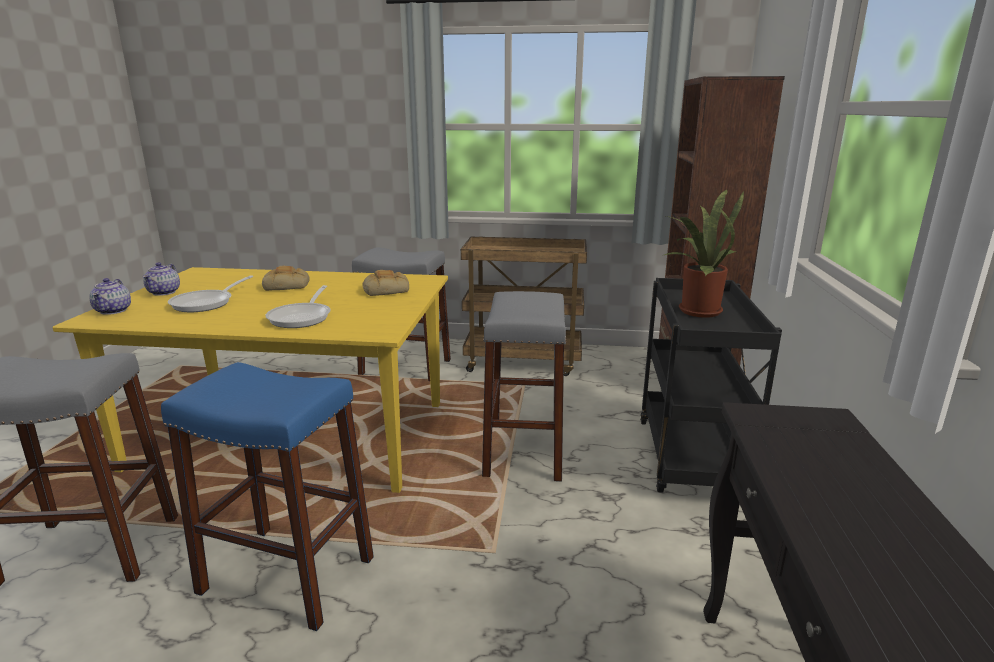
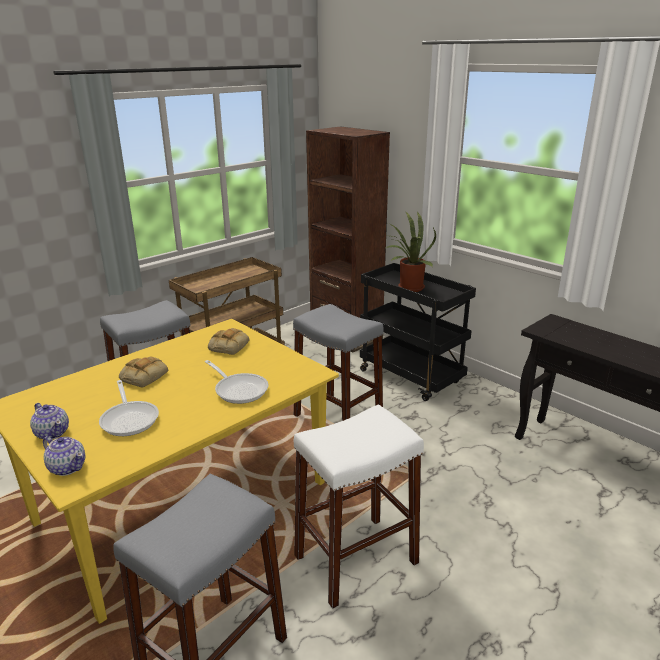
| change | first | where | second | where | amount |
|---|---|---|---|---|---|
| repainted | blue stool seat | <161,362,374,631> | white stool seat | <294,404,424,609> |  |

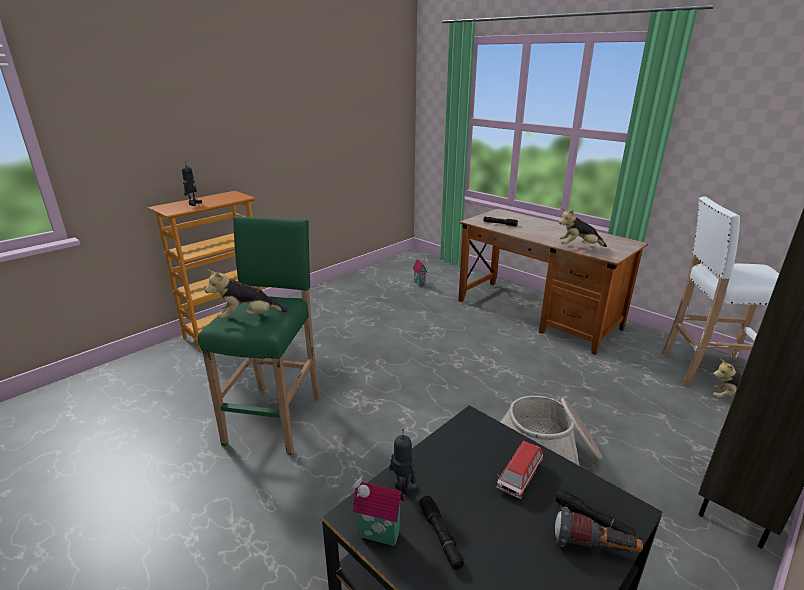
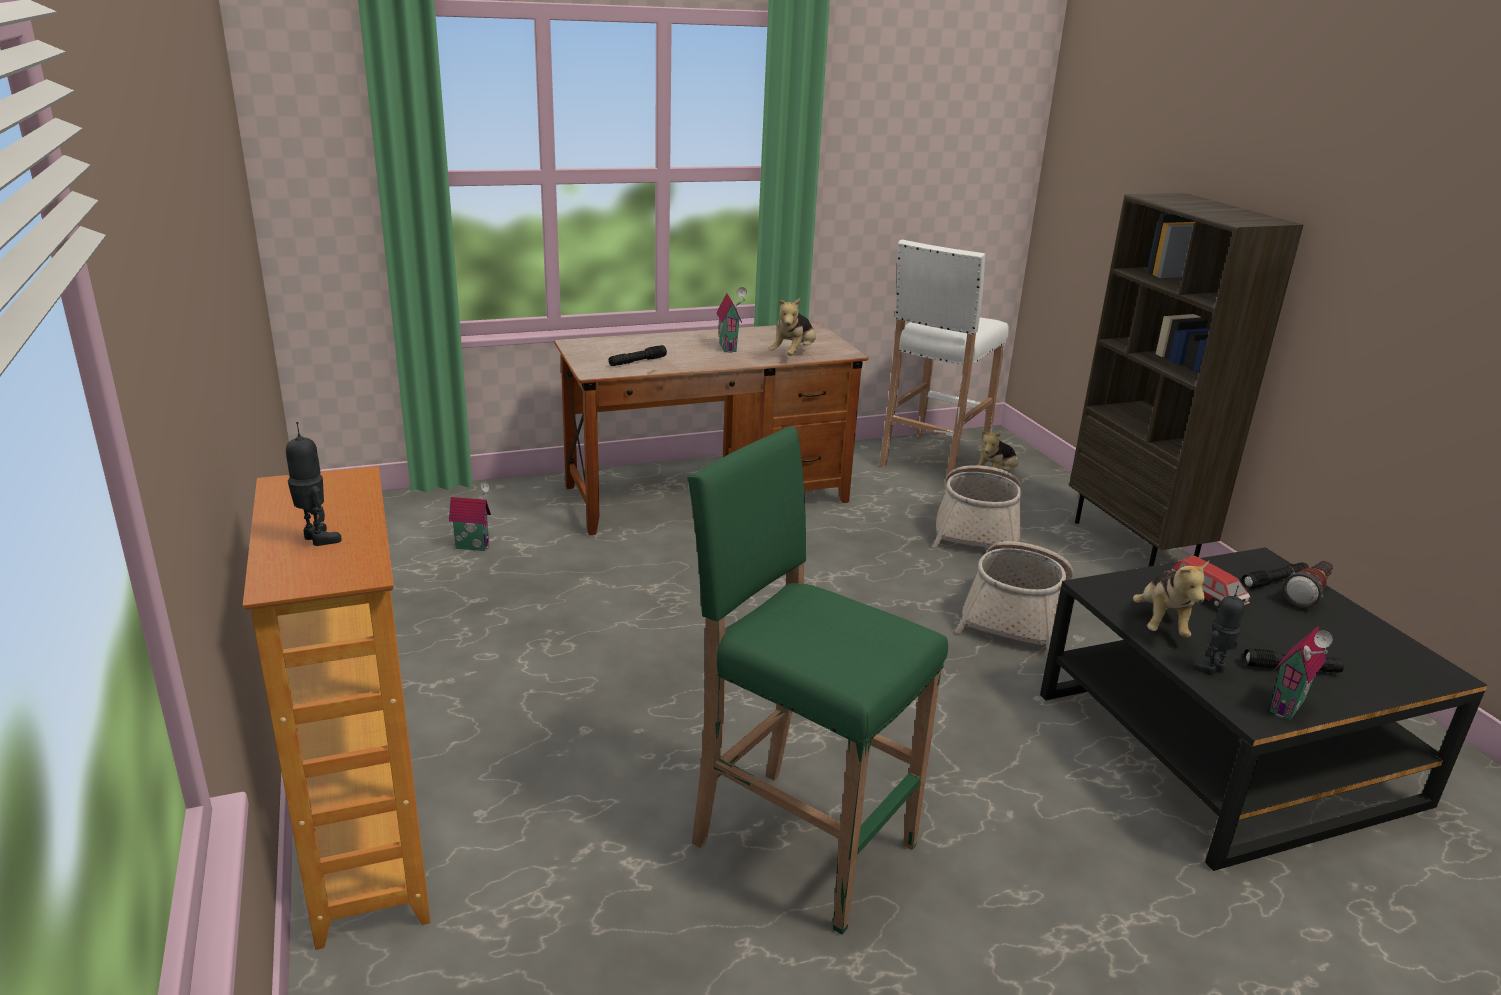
| change | first | where | second | where | amount |
|---|---|---|---|---|---|
| new |  |  | miniature house | <716,287,747,353> |  |
| new |  |  | basket | <933,465,1022,548> |  |
| shifted | cuddly toy | <205,270,288,318> |  | <1133,561,1209,638> |  |

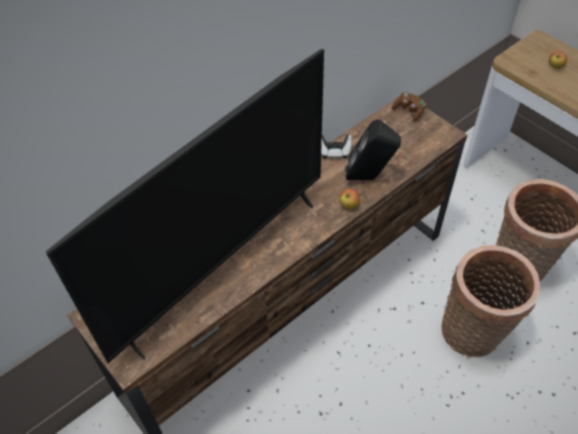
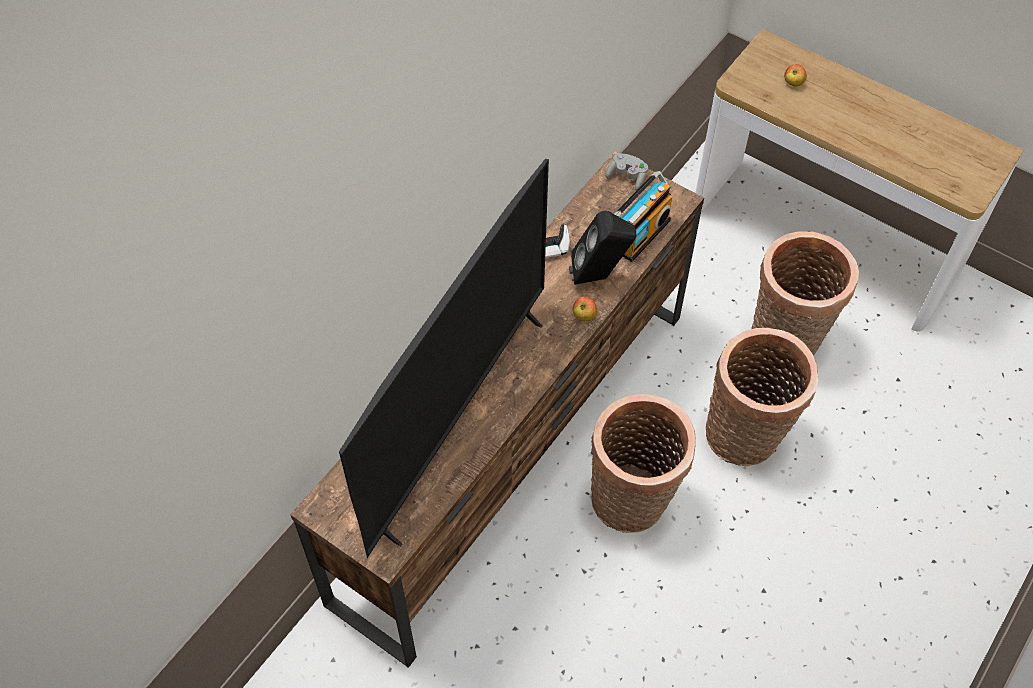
| change | first | where | second | where | amount |
|---|---|---|---|---|---|
| new |  |  | basket | <591,394,696,533> |  |
| repainted | brown gamepad | <392,92,426,122> | greyish gamepad | <605,153,648,190> |  |
| new |  |  | radio receiver | <614,171,672,262> |  |

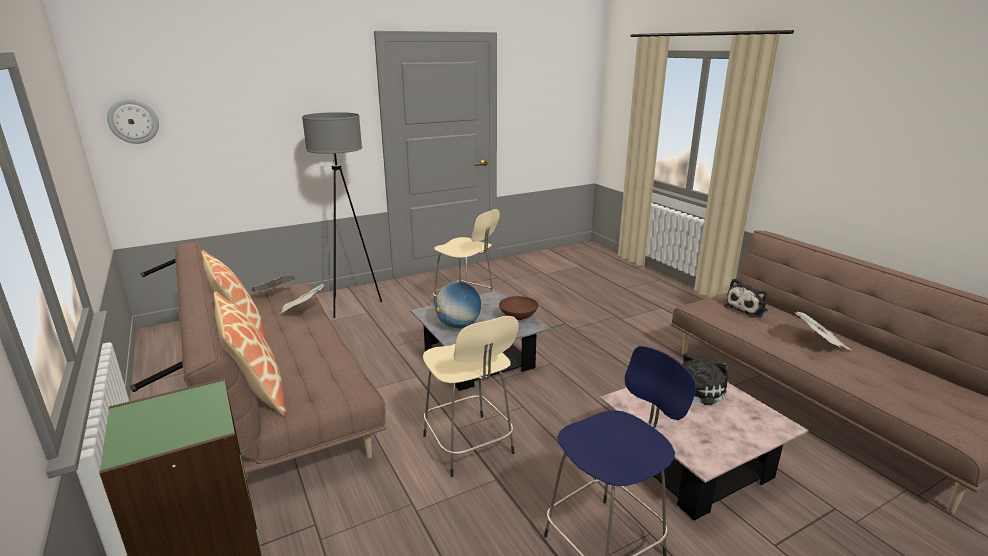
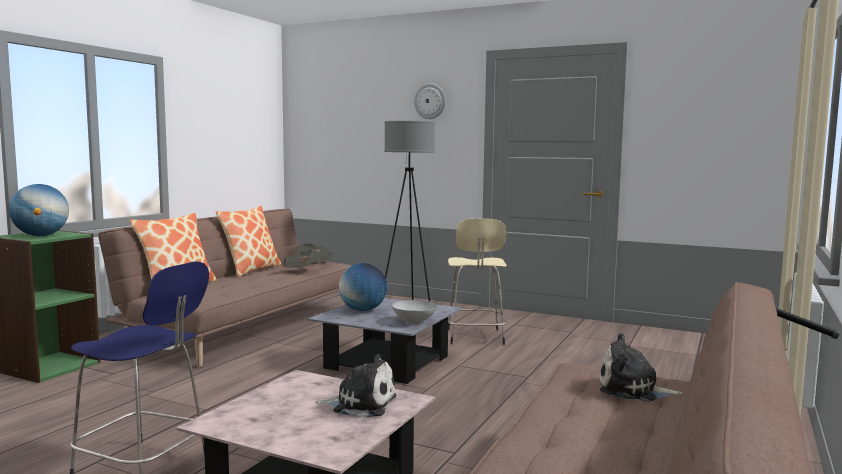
| change | first | where | second | where | amount |
|---|---|---|---|---|---|
| new |  |  | desk globe | <9,184,69,236> |  |
| repainted | brown deep dish | <499,296,538,320> | greyish deep dish | <392,300,437,324> |  |
| shifted | hanging clock | <107,99,159,144> |  | <414,83,446,119> |  |
| gone | beige stool seat | <423,316,519,477> |  |  |  |
| gone | daily paper | <795,311,852,350> |  |  |  |

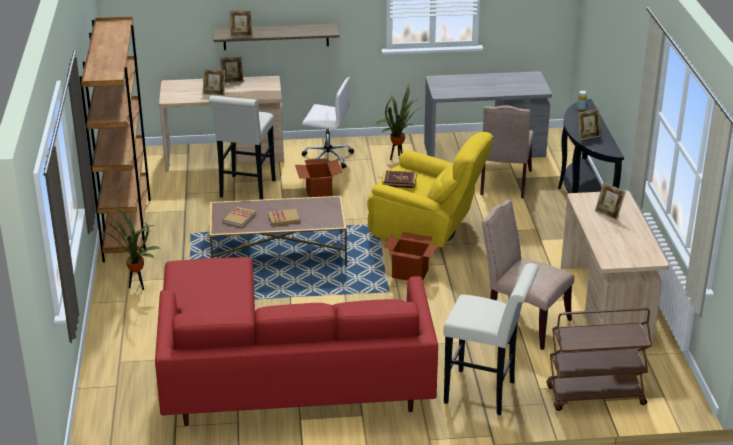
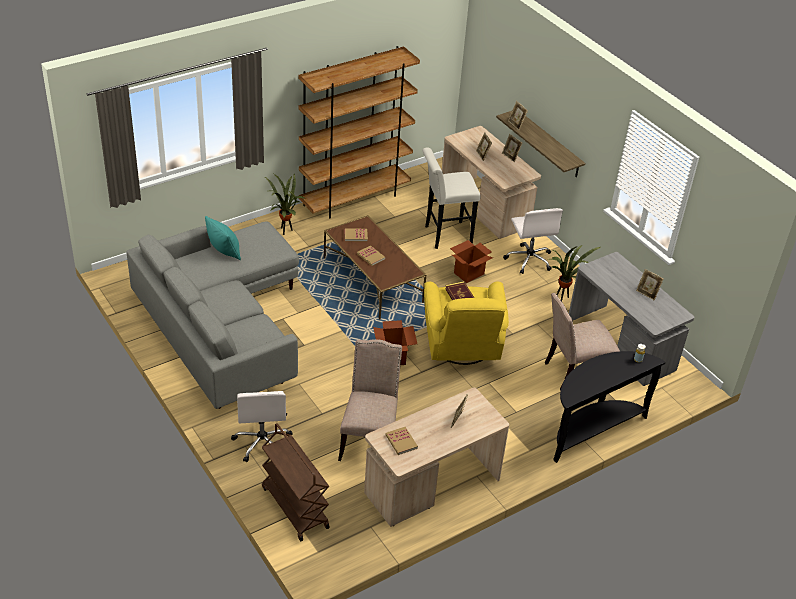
| change | first | where | second | where | amount |
|---|---|---|---|---|---|
| repainted | red-coloured settee | <155,257,438,426> | greyish settee | <126,222,299,409> |  |
| new |  |  | turquoise cushion | <205,216,241,260> |  |
| swapped | white stool seat | <443,263,539,415> | white computer chair | <231,391,293,462> |  |
| new |  |  | book | <386,427,418,455> |  |
| shifted | picture frame | <578,109,601,140> |  | <636,269,664,300> |  |

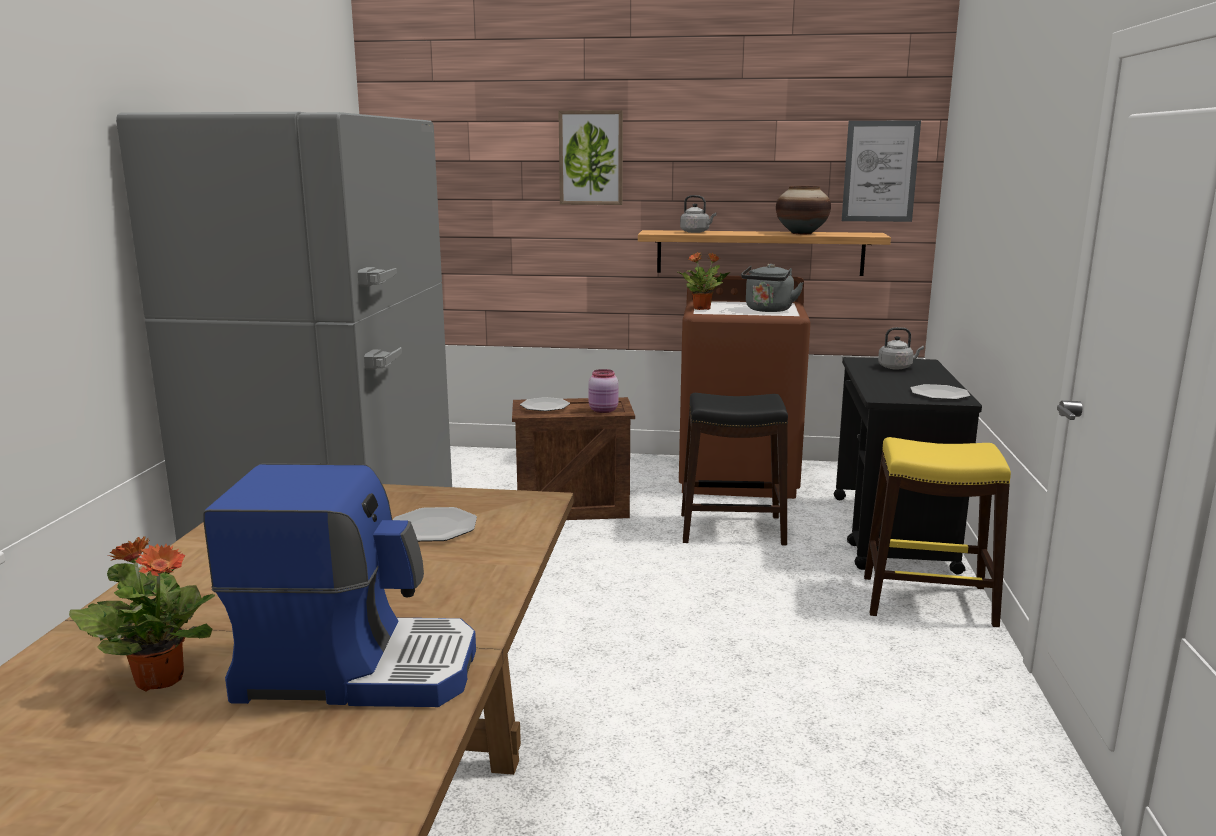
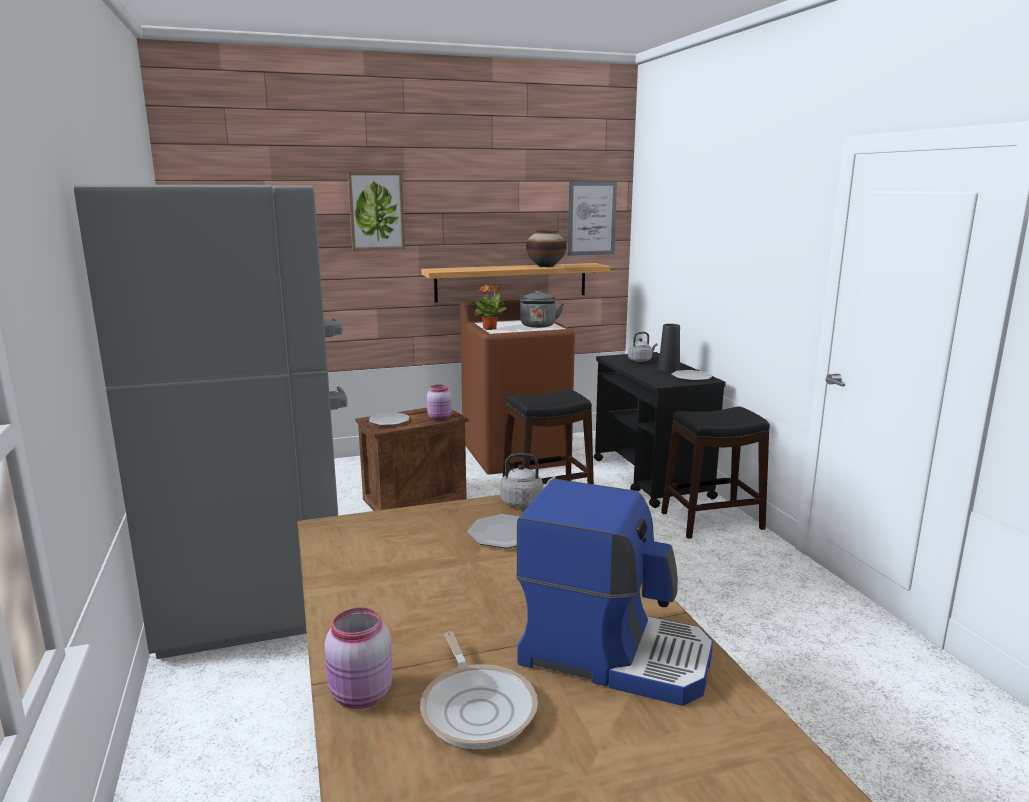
| change | first | where | second | where | amount |
|---|---|---|---|---|---|
| new |  |  | pink-coloured preserve jar | <324,607,393,709> |  |
| swapped | potted plant | <69,536,215,691> | pan | <420,631,538,749> |  |
| shifted | greyish water kettle | <680,195,716,233> |  | <500,453,556,507> |  |
| rotated | coffee maker | <203,463,476,707> |  | <516,479,713,706> | 45 degrees clockwise |
| new |  |  | black-coloured flower vase | <658,324,680,372> |  |
| repainted | yellow-coloured stool seat | <864,437,1011,627> | black-coloured stool seat | <661,407,770,539> |  |

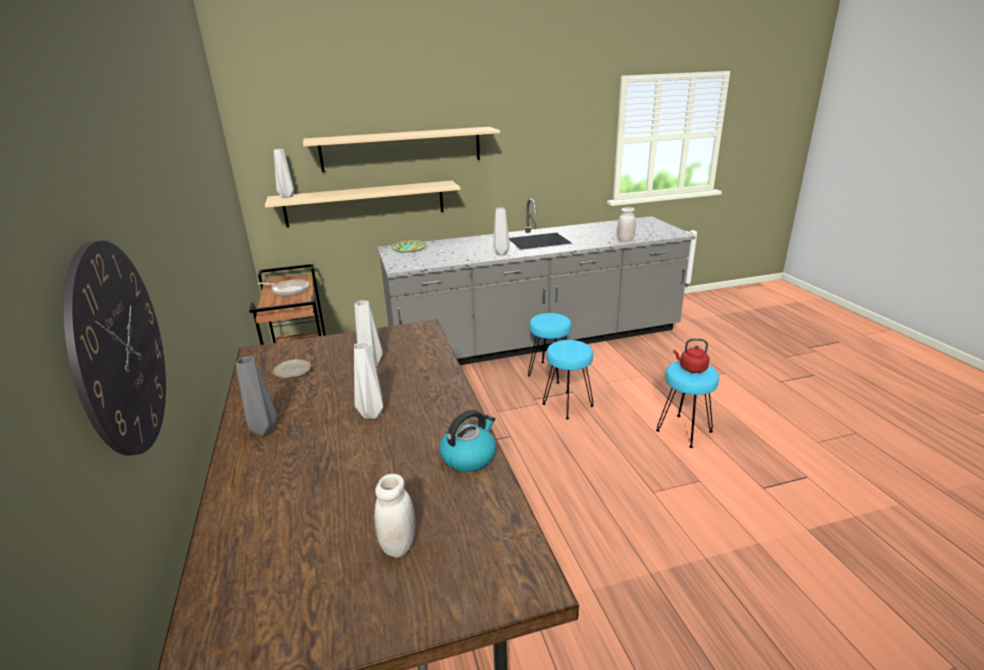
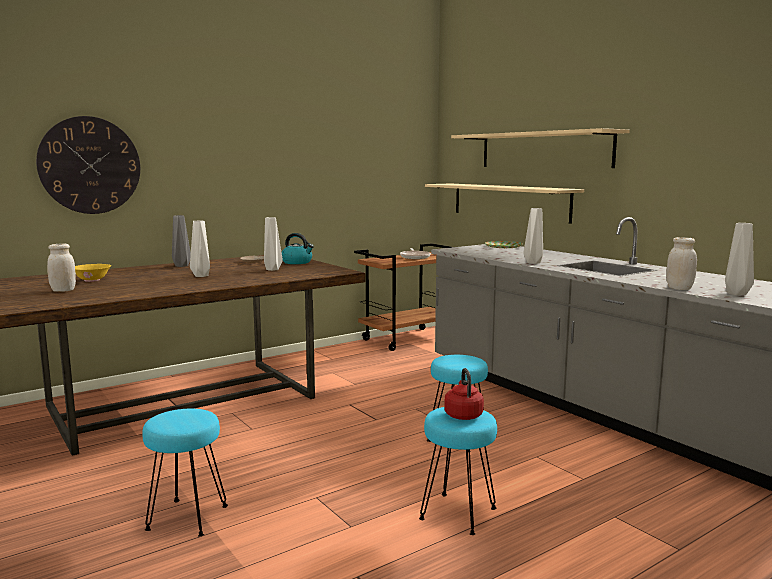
| change | first | where | second | where | amount |
|---|---|---|---|---|---|
| new |  |  | yellow-coloured deep dish | <75,264,111,282> |  |
| shifted | turquoise stool seat | <528,313,571,384> |  | <142,409,228,536> |  |
| shifted | water kettle | <440,410,496,472> |  | <282,233,314,264> |  |
| shifted | greyish flower vase | <274,149,294,198> |  | <725,223,754,295> |  |

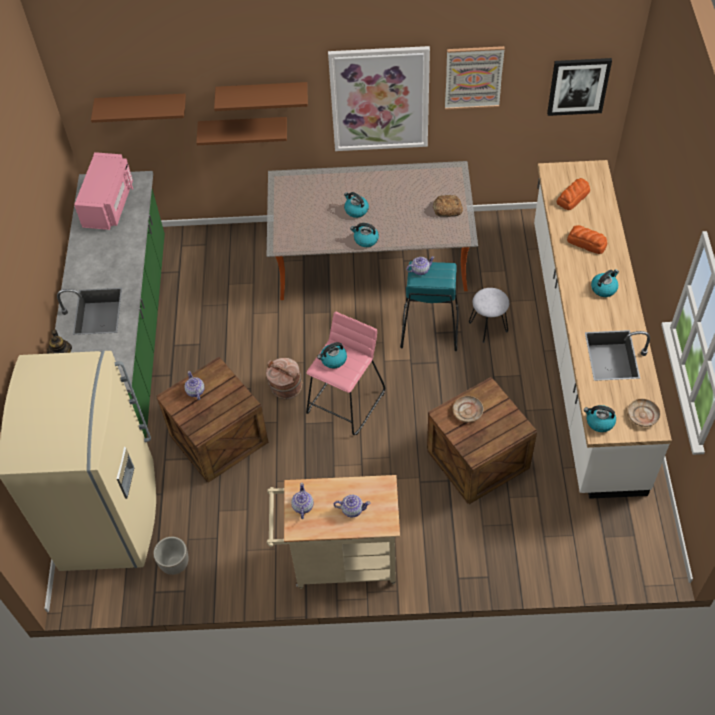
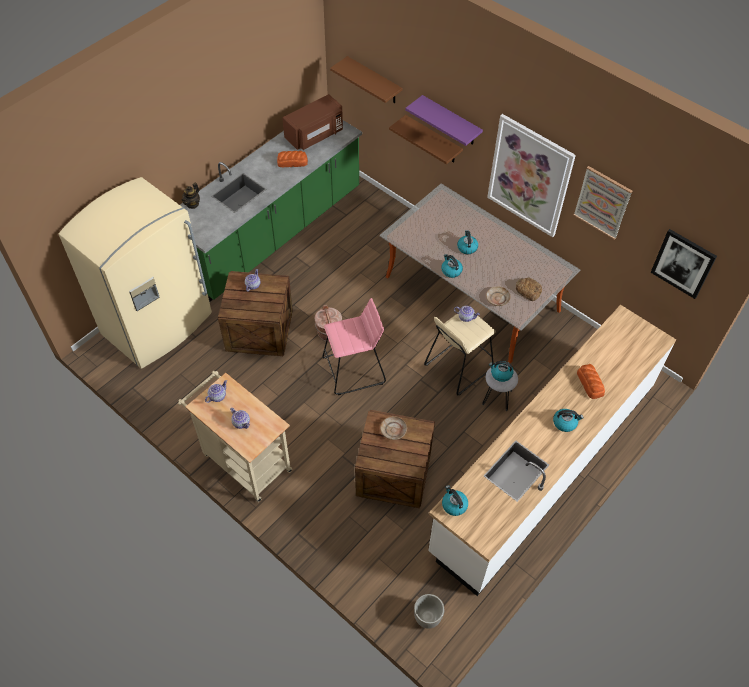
| change | first | where | second | where | amount |
|---|---|---|---|---|---|
| shifted | bakery bread | <557,178,590,210> |  | <277,151,308,167> |  |
| repainted | pink-coloured microwave | <74,152,133,230> | brown microwave | <282,94,343,150> |  |
| repainted | brown bracket shelf | <214,82,308,111> | purple-coloured bracket shelf | <405,95,483,146> |  |
| shifted | planter | <153,537,189,575> |  | <414,594,444,629> |  |
| repainted | turquoise stool seat | <400,261,459,351> | beige stool seat | <424,313,496,395> |  |
| shifted | beige dinner plate | <628,399,661,427> |  | <486,286,511,306> |  |
| shifted | water kettle | <317,342,347,369> |  | <489,361,514,382> |  |

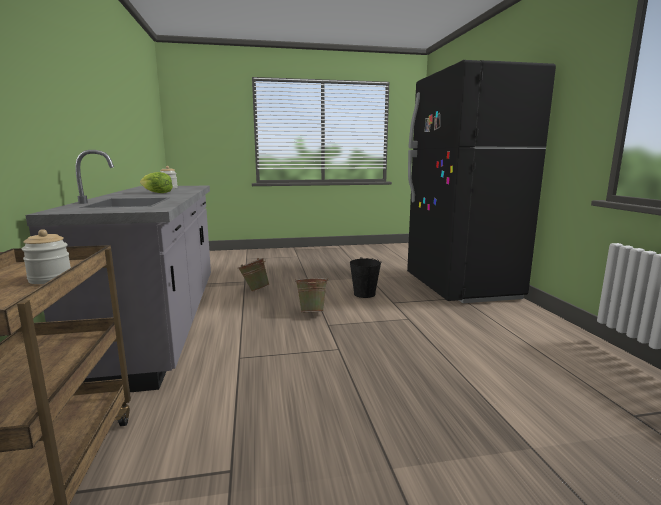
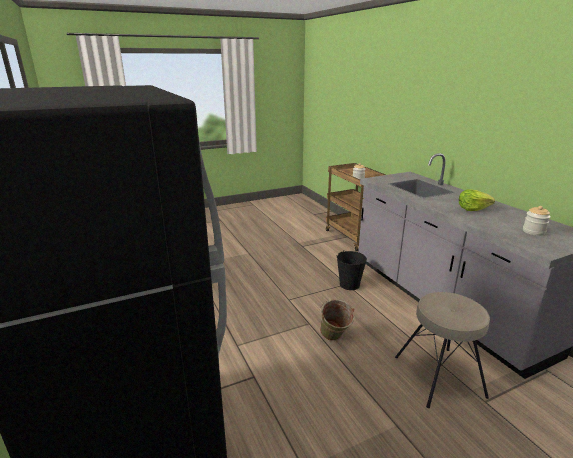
| change | first | where | second | where | amount |
|---|---|---|---|---|---|
| shifted | black-coloured pail | <350,257,381,298> |  | <337,250,367,290> |  |
| swapped | green pail | <238,258,270,292> | beige stool seat | <395,292,490,408> |  |

